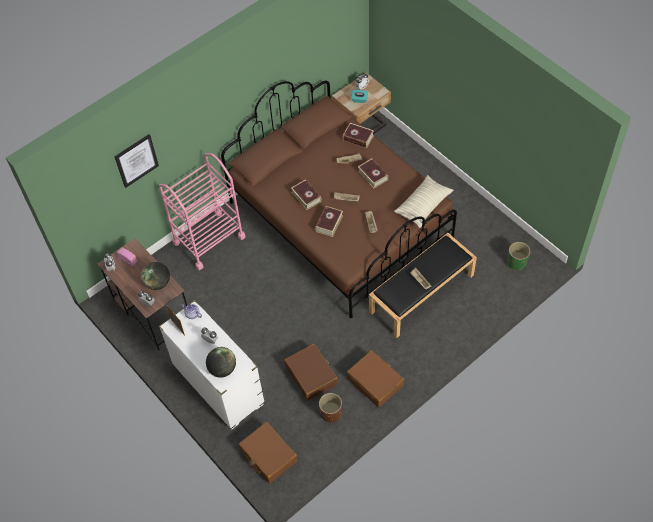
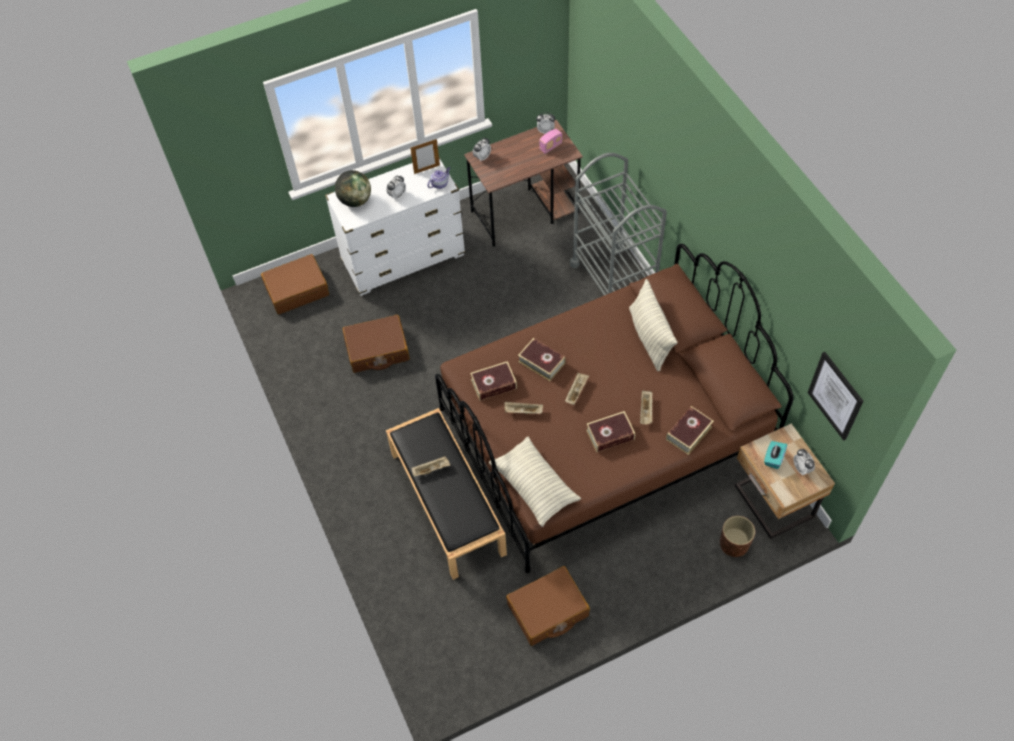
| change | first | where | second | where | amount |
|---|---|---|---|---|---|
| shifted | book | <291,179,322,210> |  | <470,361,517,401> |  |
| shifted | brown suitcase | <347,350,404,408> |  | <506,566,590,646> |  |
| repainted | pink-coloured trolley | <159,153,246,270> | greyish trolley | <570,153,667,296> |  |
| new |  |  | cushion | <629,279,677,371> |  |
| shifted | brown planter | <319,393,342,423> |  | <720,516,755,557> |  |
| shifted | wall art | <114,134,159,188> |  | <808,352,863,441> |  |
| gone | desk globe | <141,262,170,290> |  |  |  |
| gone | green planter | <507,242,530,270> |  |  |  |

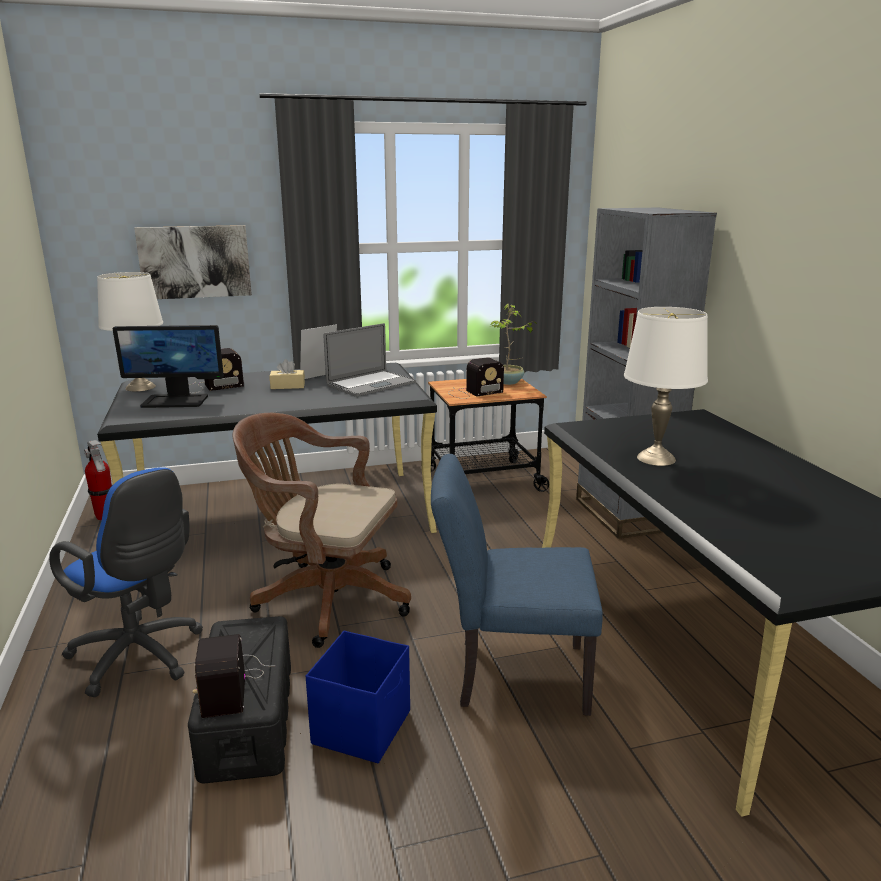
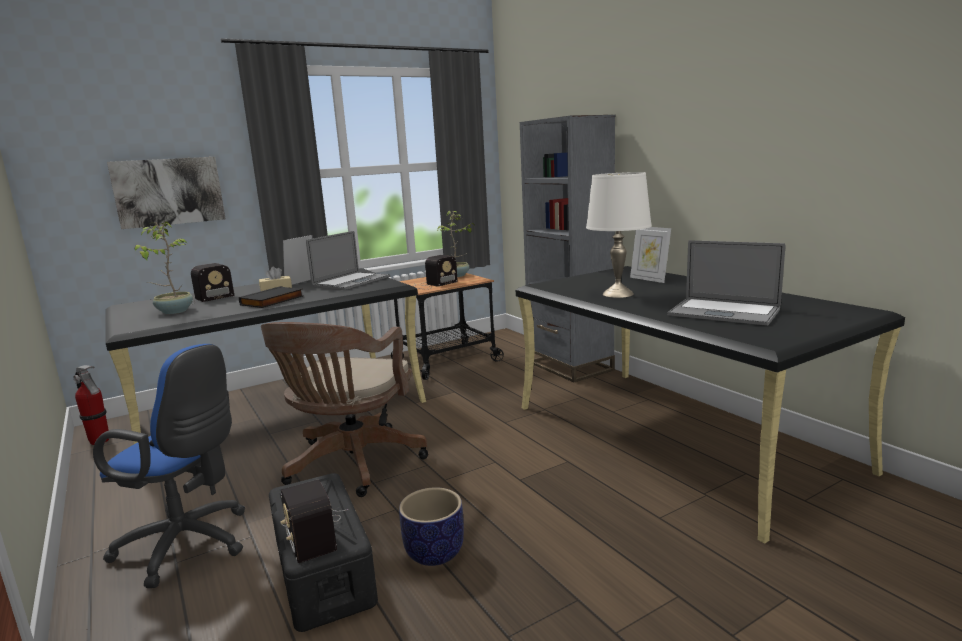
| change | first | where | second | where | amount |
|---|---|---|---|---|---|
| swapped | monitor | <113,325,224,408> | potted plant | <135,221,193,314> |  |
| new |  |  | black-coloured book | <239,286,304,308> |  |
| rotated | brown computer chair | <233,413,411,648> |  | <261,322,428,497> | 75 degrees counterclockwise |
| swapped | blue storage box | <306,631,410,763> | planter | <399,487,464,566> |  |
| new |  |  | picture frame | <630,227,671,283> |  |
| new |  |  | notebook computer | <668,240,785,326> |  |
| gone | white lamp for a table | <97,272,163,391> |  |  |  |
| gone | blue plain chair | <431,454,603,716> |  |  |  |

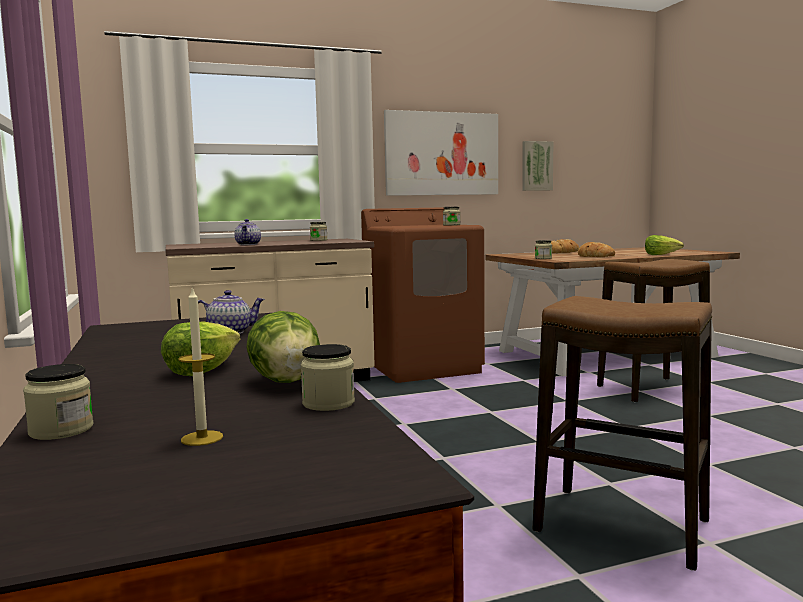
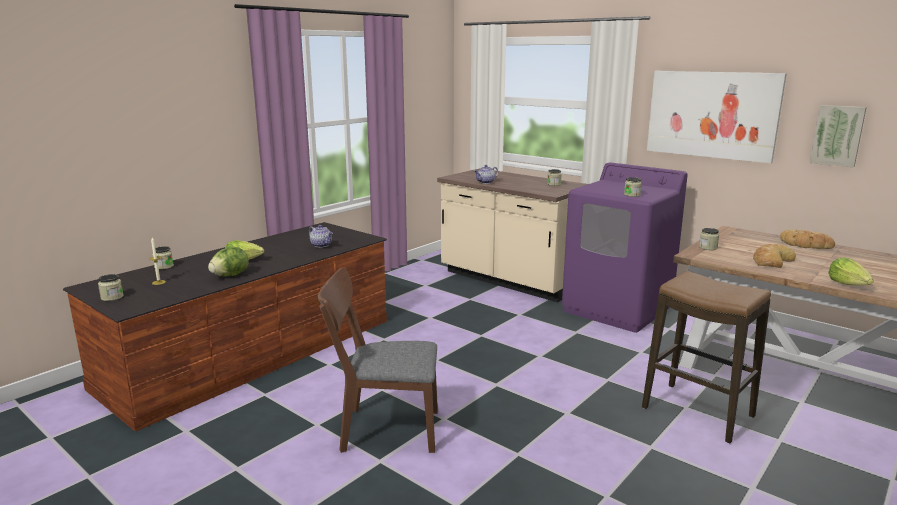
| change | first | where | second | where | amount |
|---|---|---|---|---|---|
| shifted | preserve jar | <301,344,355,411> |  | <98,274,124,301> |  |
| swapped | stool seat | <532,296,712,571> | brown plain chair | <318,267,438,453> |  |
| repainted | brown washing machine | <361,207,485,383> | purple-coloured washing machine | <562,162,688,333> |  |

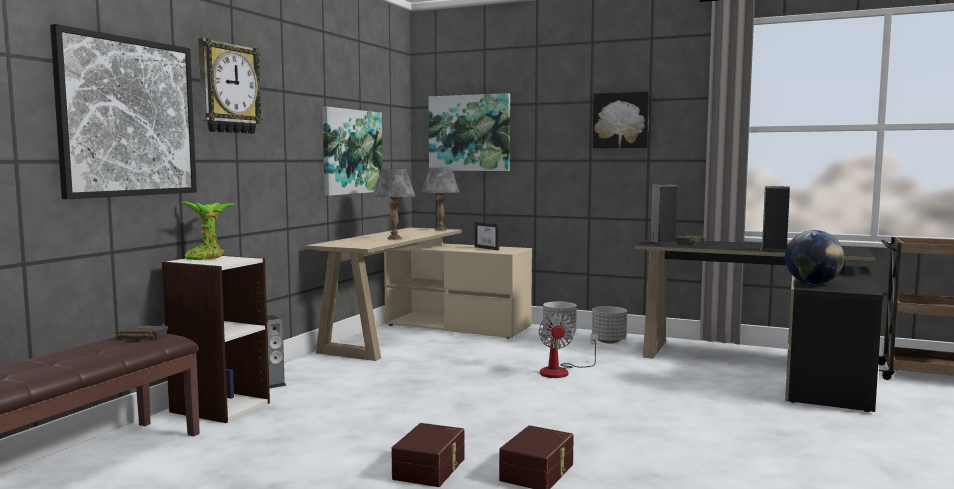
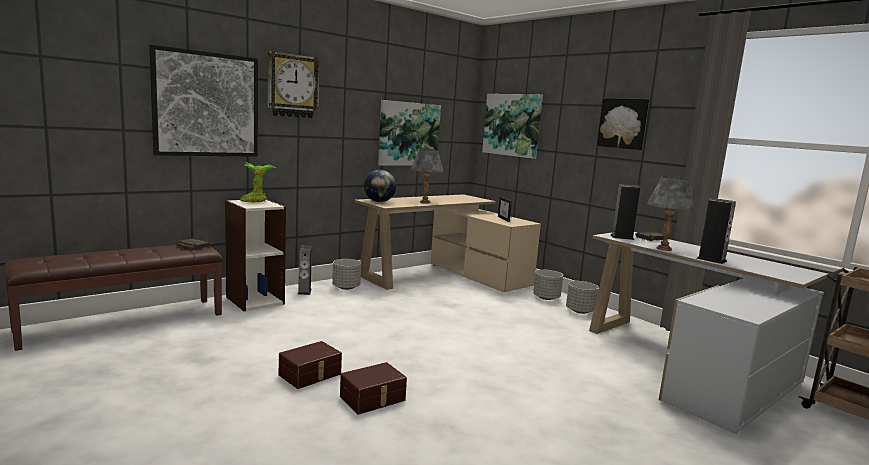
| change | first | where | second | where | amount |
|---|---|---|---|---|---|
| new |  |  | greyish planter | <332,259,361,290> |  |
| shifted | desk globe | <785,230,845,284> |  | <364,170,396,202> |  |
| repainted | black-coloured desk table | <635,238,884,412> | white desk table | <589,232,828,434> |  |
| shifted | greyish lamp for a table | <421,168,460,231> |  | <647,177,695,251> |  |
| gone | fan | <539,313,598,378> |  |  |  |

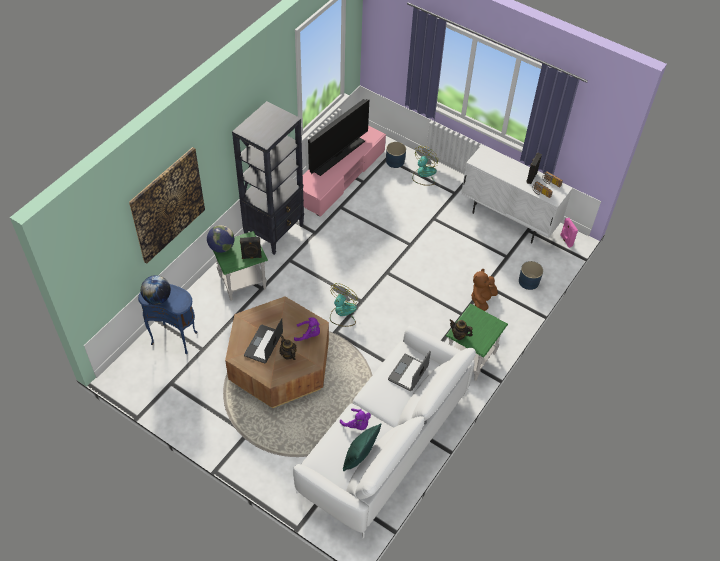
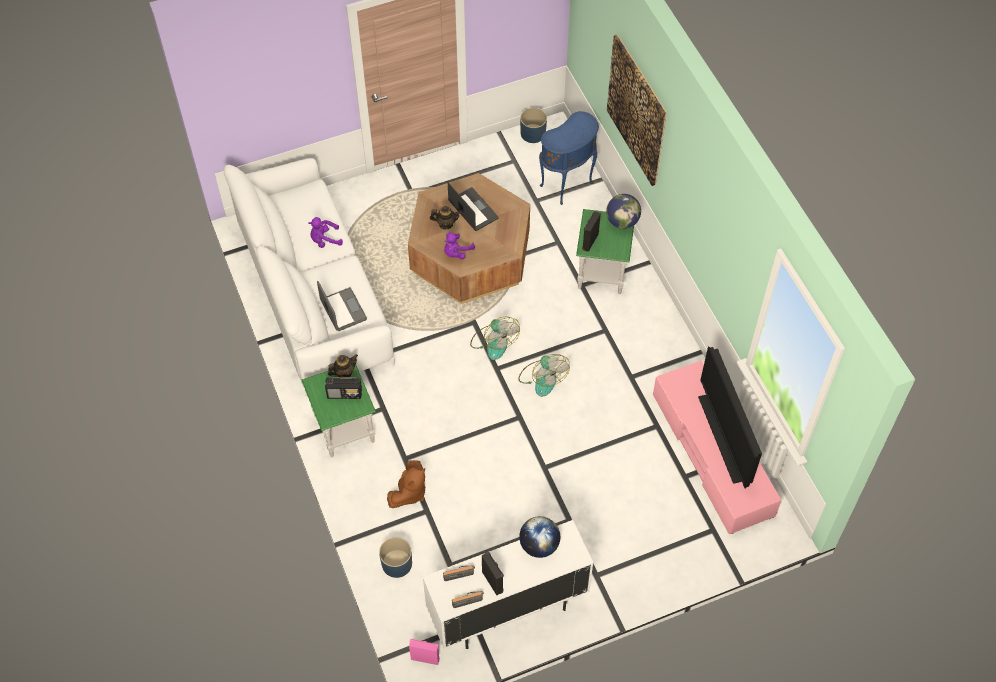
| change | first | where | second | where | amount |
|---|---|---|---|---|---|
| new |  |  | radio receiver | <325,377,362,399> |  |
| rotated | brown cuddly toy | <471,269,498,311> |  | <387,460,425,508> | 60 degrees clockwise |
| shifted | fan | <412,146,438,186> |  | <518,354,570,397> |  |
| shifted | desk globe | <141,275,171,305> |  | <519,516,560,558> |  |
| shifted | blue planter | <386,142,406,168> |  | <520,108,547,143> |  |
| gone | black-coloured bookcase | <232,101,304,255> |  |  |  |
| gone | green cushion | <343,423,381,471> |  |  |  |

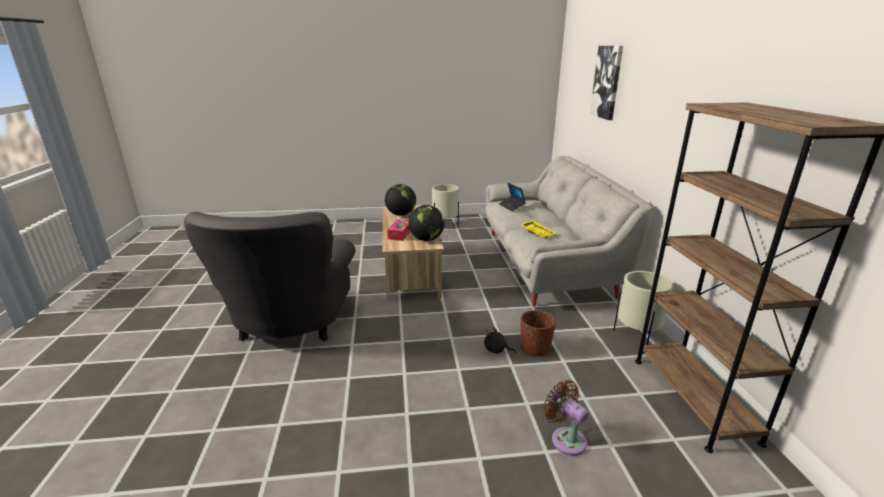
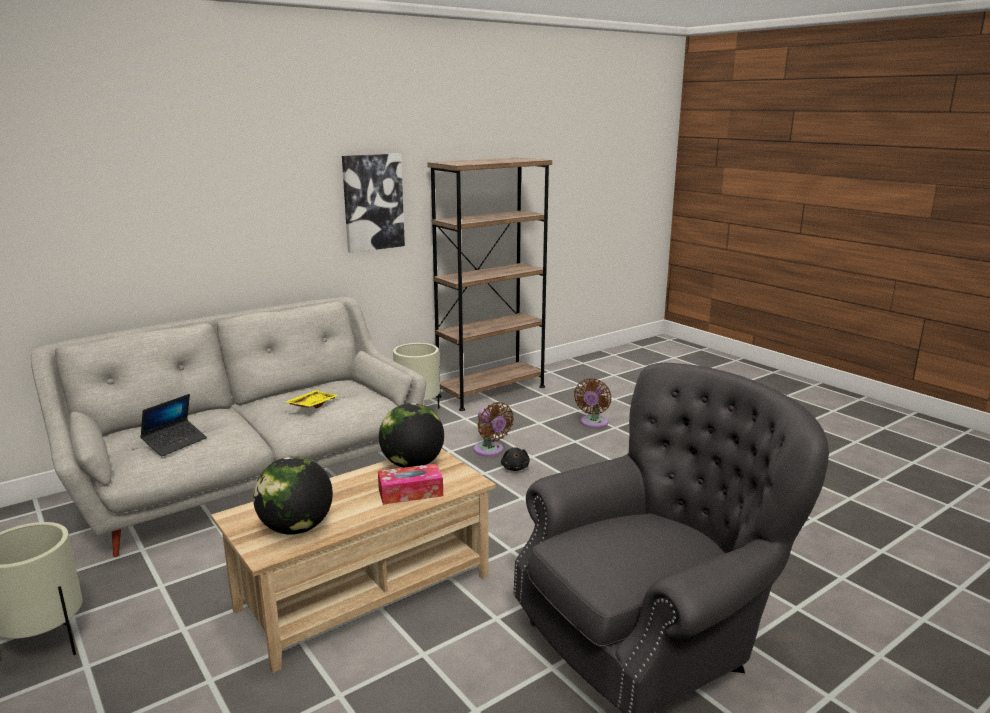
| change | first | where | second | where | amount |
|---|---|---|---|---|---|
| shifted | wall art | <590,46,623,120> |  | <342,153,405,253> |  |
| swapped | brown planter | <520,310,556,357> | brown fan | <474,402,514,456> |  |

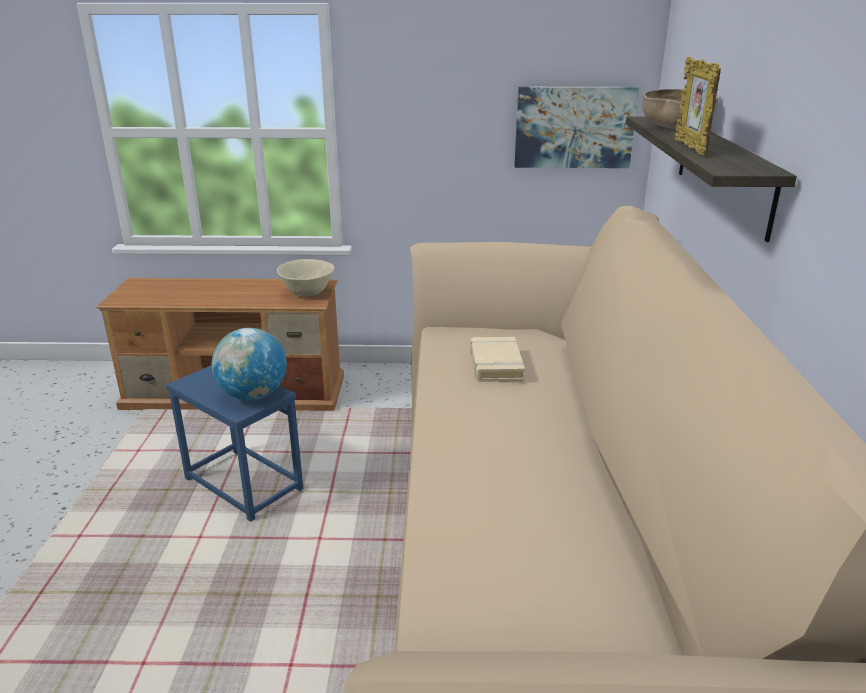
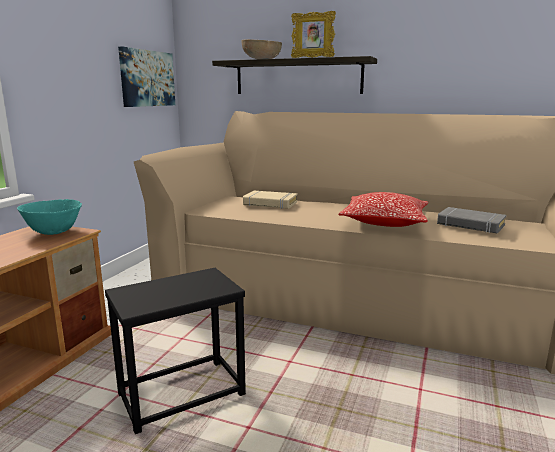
| change | first | where | second | where | amount |
|---|---|---|---|---|---|
| repainted | beige deep dish | <277,259,334,297> | turquoise deep dish | <17,199,82,235> |  |
| repainted | blue side table | <166,365,303,522> | black-coloured side table | <105,268,246,434> |  |
| new |  |  | cushion | <338,192,428,227> |  |
| new |  |  | greyish book | <437,207,506,234> |  |
| gone | desk globe | <212,328,287,401> |  |  |  |

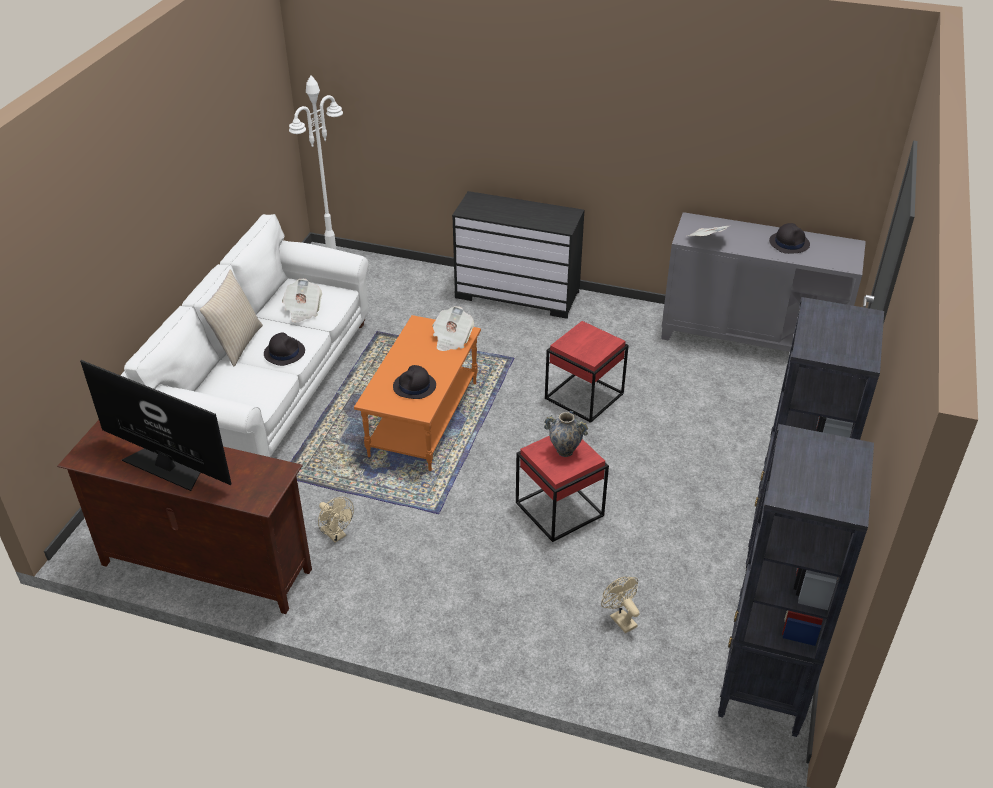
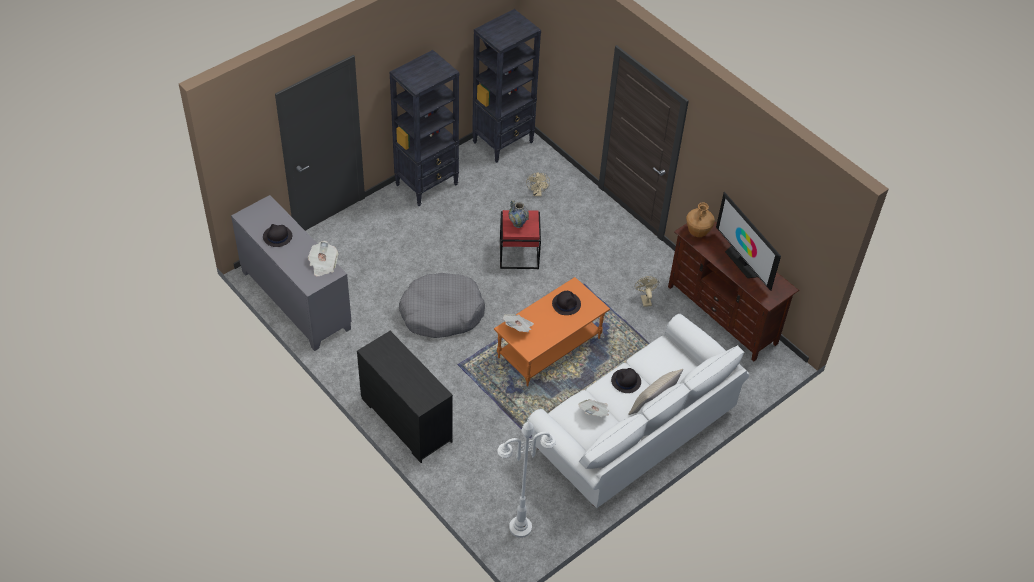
| change | first | where | second | where | amount |
|---|---|---|---|---|---|
| swapped | red-coloured side table | <545,321,629,423> | greyish pet bed | <399,273,485,338> |  |
| new |  |  | brown flower vase | <686,203,715,237> |  |

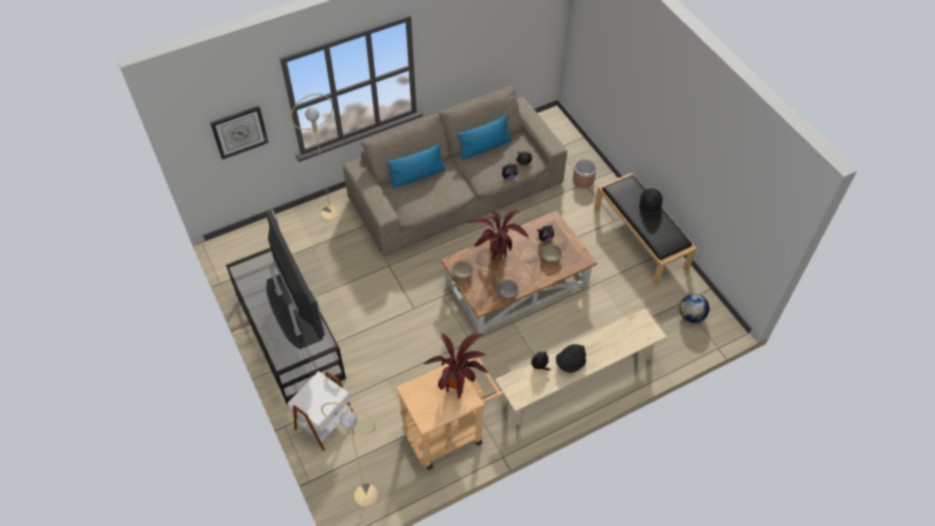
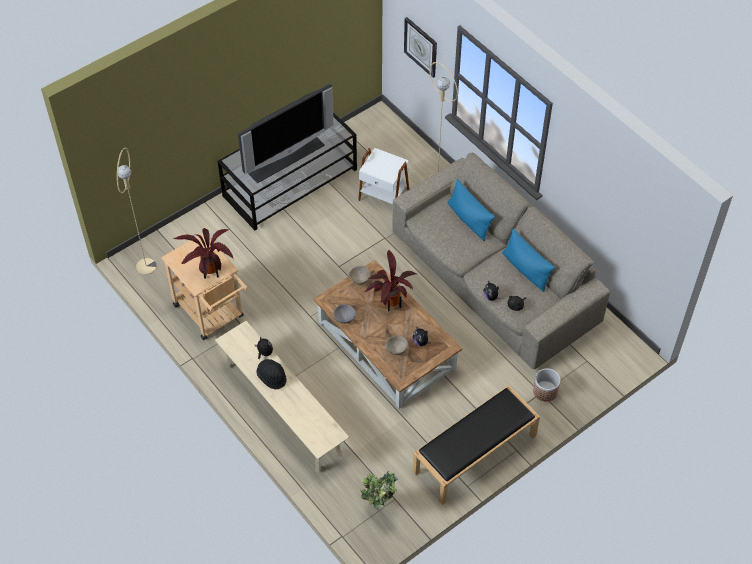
| change | first | where | second | where | amount |
|---|---|---|---|---|---|
| shifted | white side table | <288,371,353,451> |  | <358,148,409,204> |  |
| swapped | desk globe | <679,294,709,323> | potted plant | <360,470,398,510> |  |
| gone | black-coloured wearable hat | <639,188,663,217> |  |  |  |

